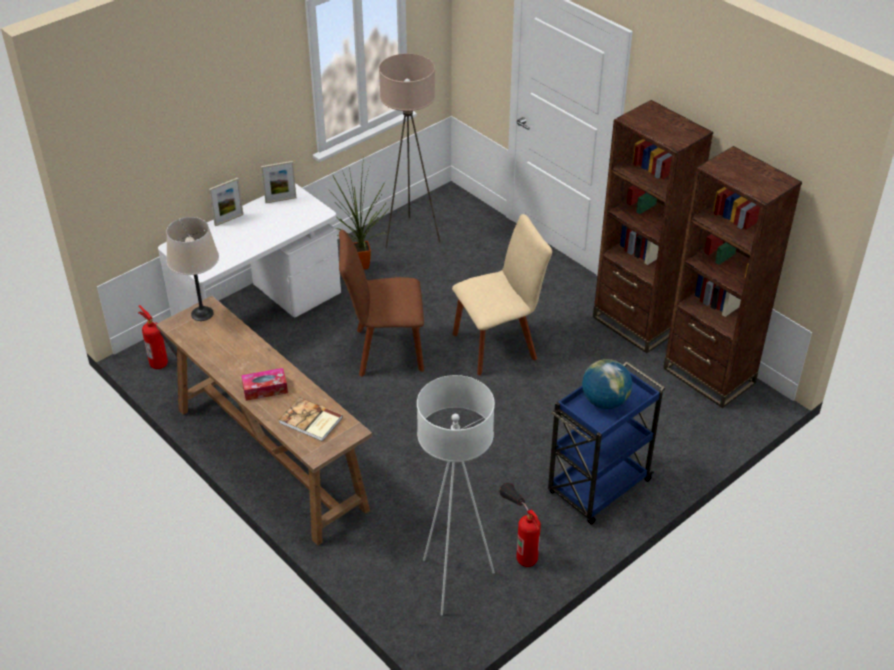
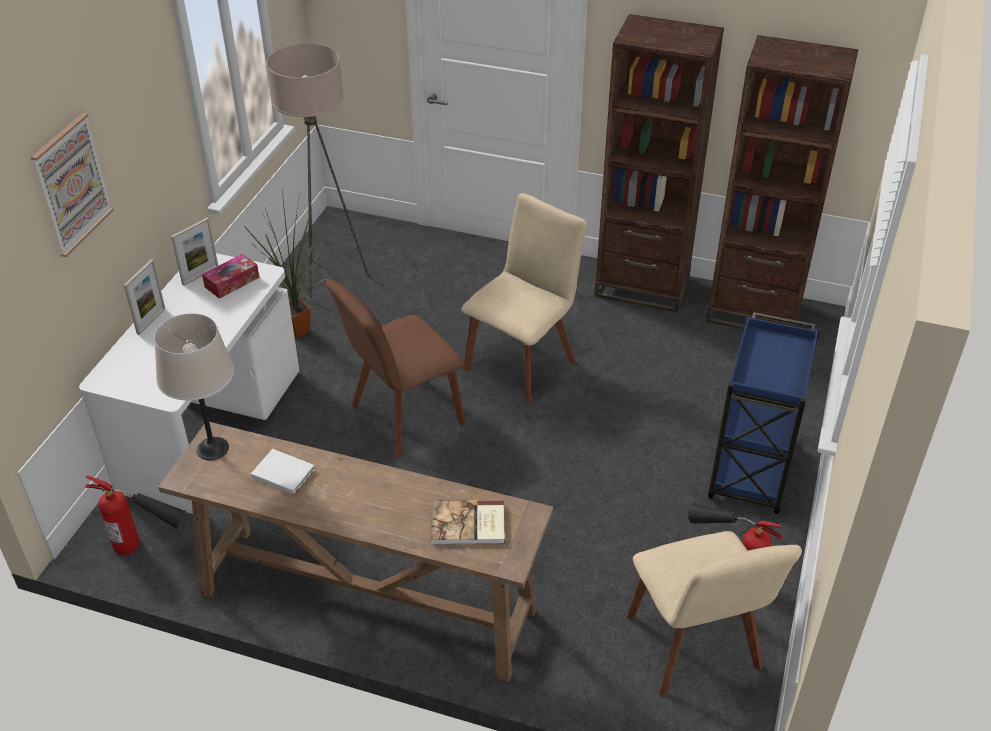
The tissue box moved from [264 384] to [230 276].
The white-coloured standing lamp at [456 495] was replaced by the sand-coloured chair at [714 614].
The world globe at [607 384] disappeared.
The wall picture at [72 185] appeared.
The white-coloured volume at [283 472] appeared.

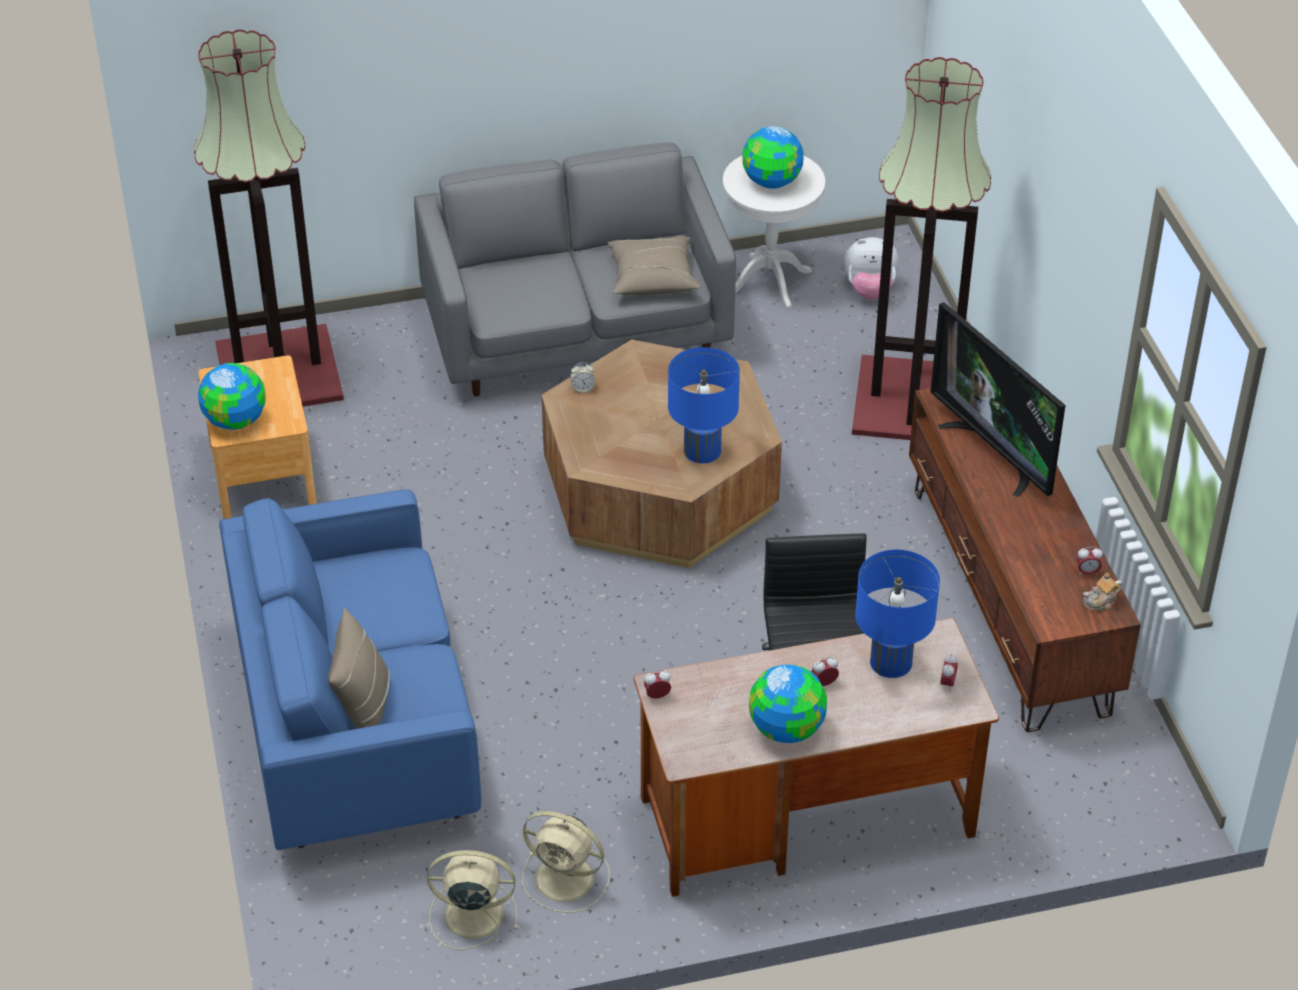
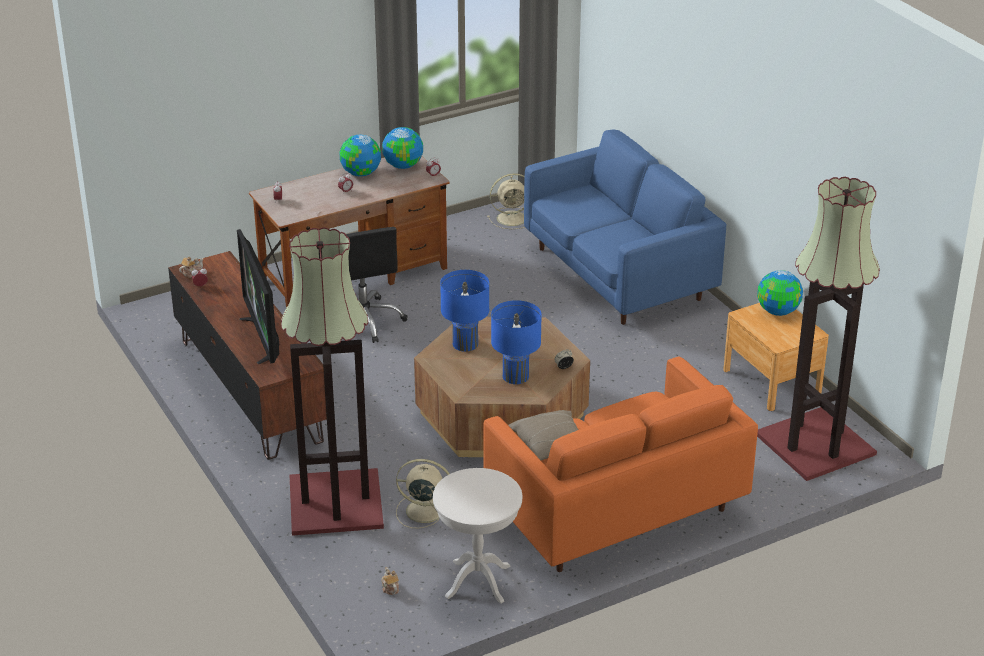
The sand-coloured throw pillow at [359 668] disappeared.
The gray couch at [575 269] became the orange-coloured couch at [620 464].
The sand-coloured cooling fan moved from [566 862] to [423 494].
The world globe moved from [773 157] to [402 148].
The soft toy at [872 268] was replaced by the pot for tea at [390 581].
The blue tabletop lamp moved from [897 614] to [516 342].
The television at [997 399] turned 150 degrees counterclockwise.

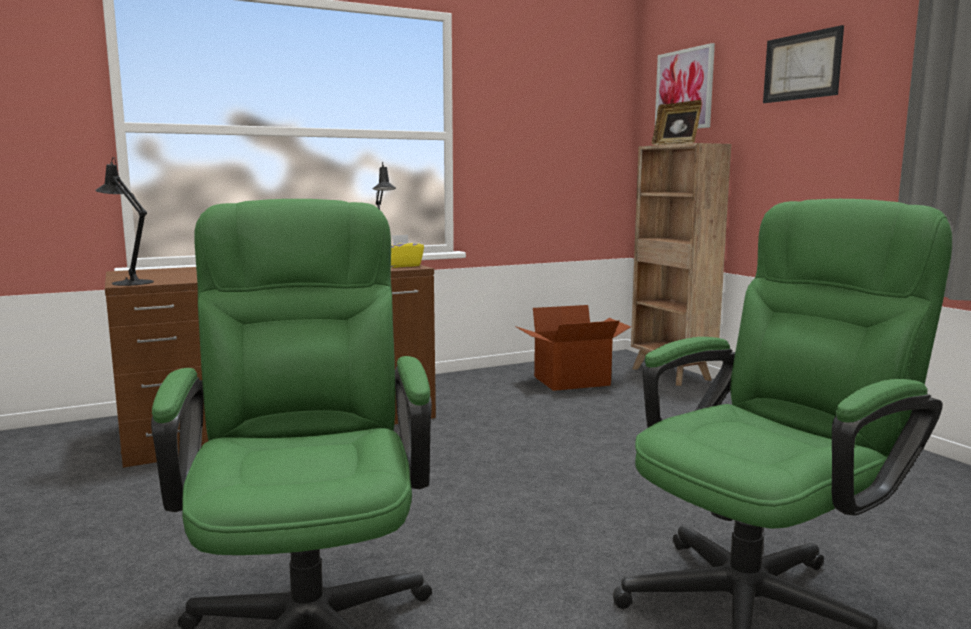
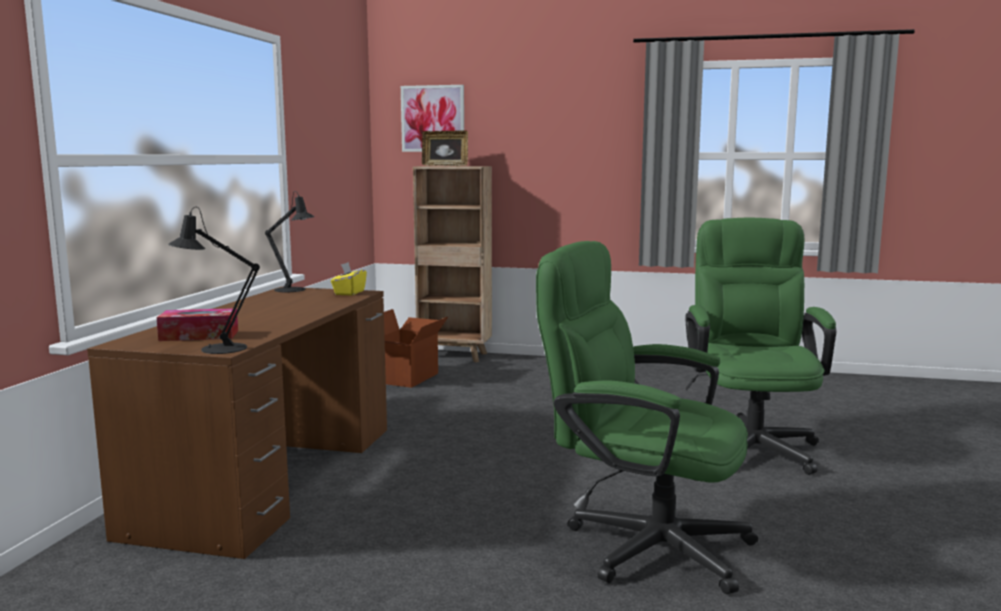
The wall picture at [803 64] disappeared.
The tissue box at [197 324] appeared.

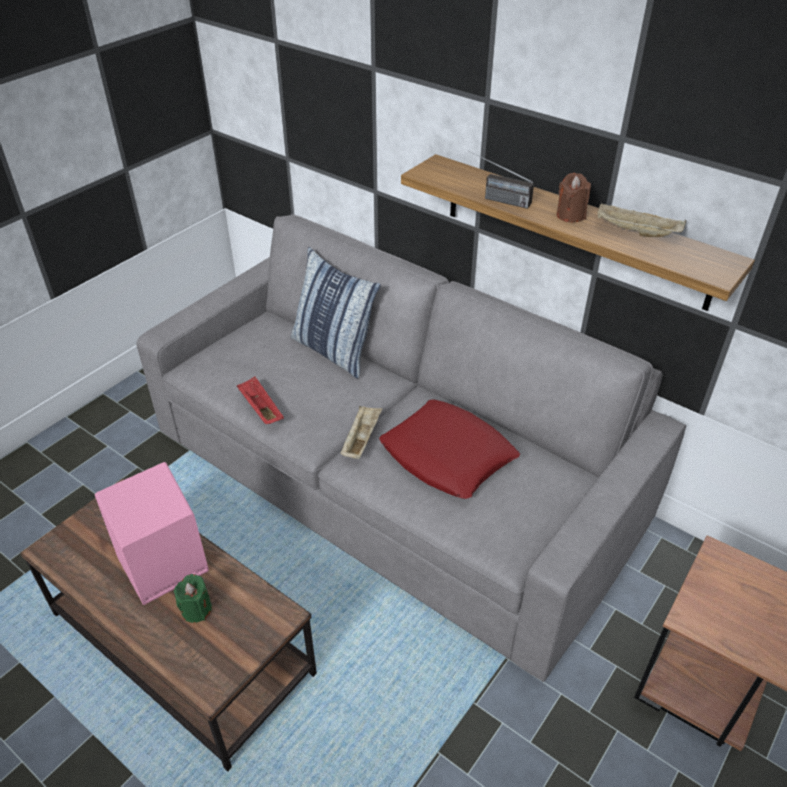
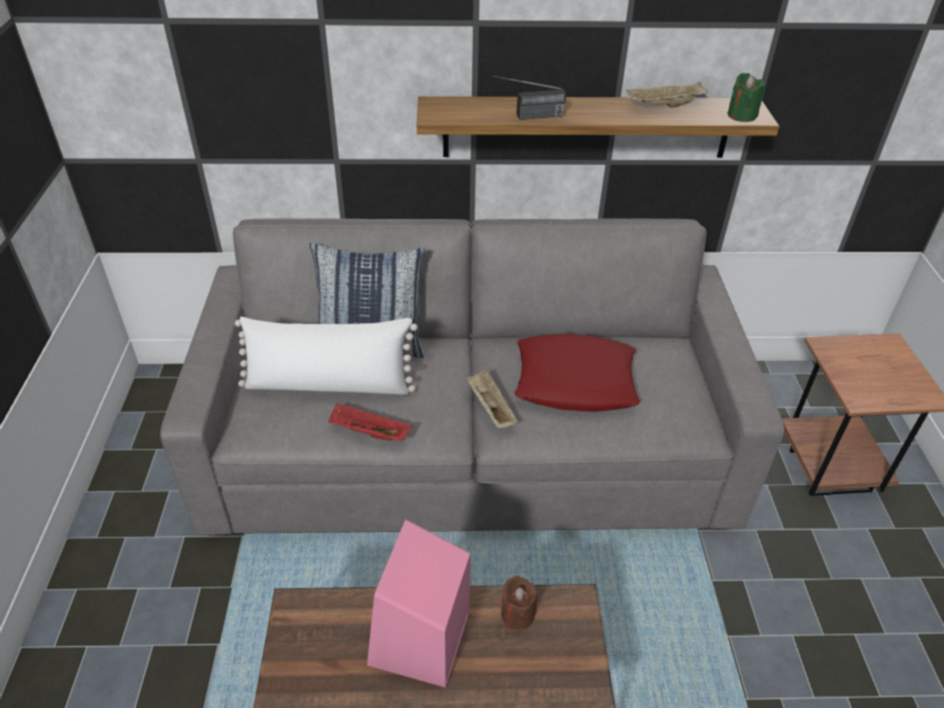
The greenish candle moved from [193 598] to [746 97].
The brown-coloured candle moved from [574 197] to [519 603].
The white-coloured throw pillow at [326 356] appeared.

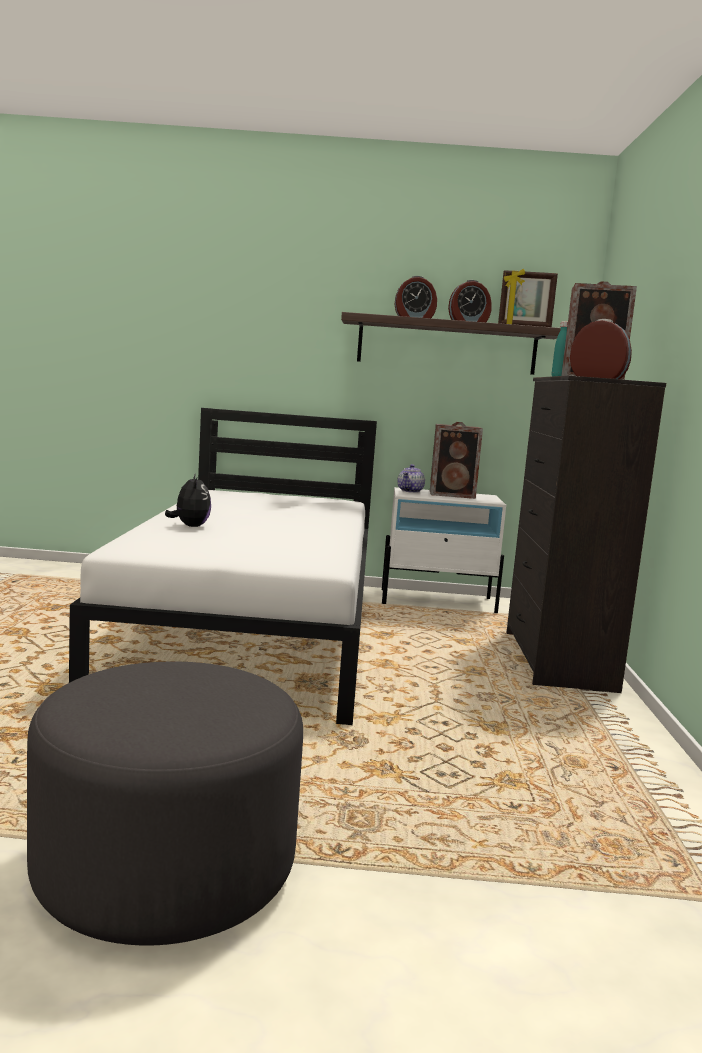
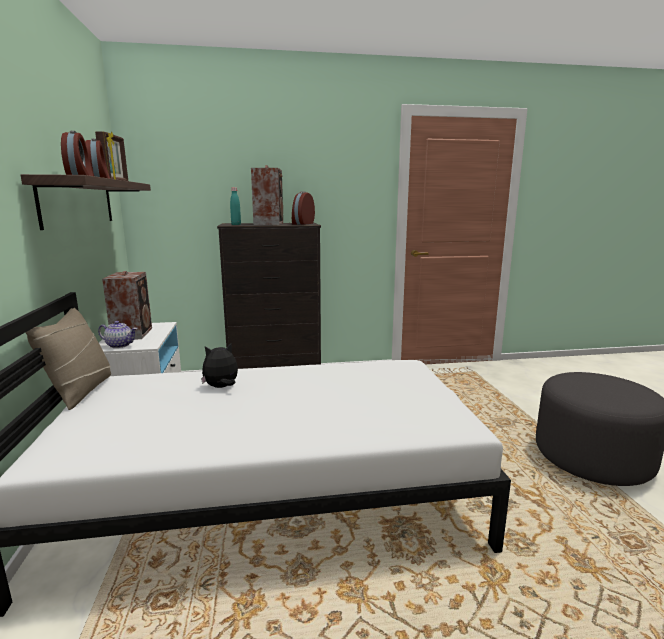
The soft toy moved from [188 500] to [219 365].
The sand-coloured throw pillow at [68 359] appeared.

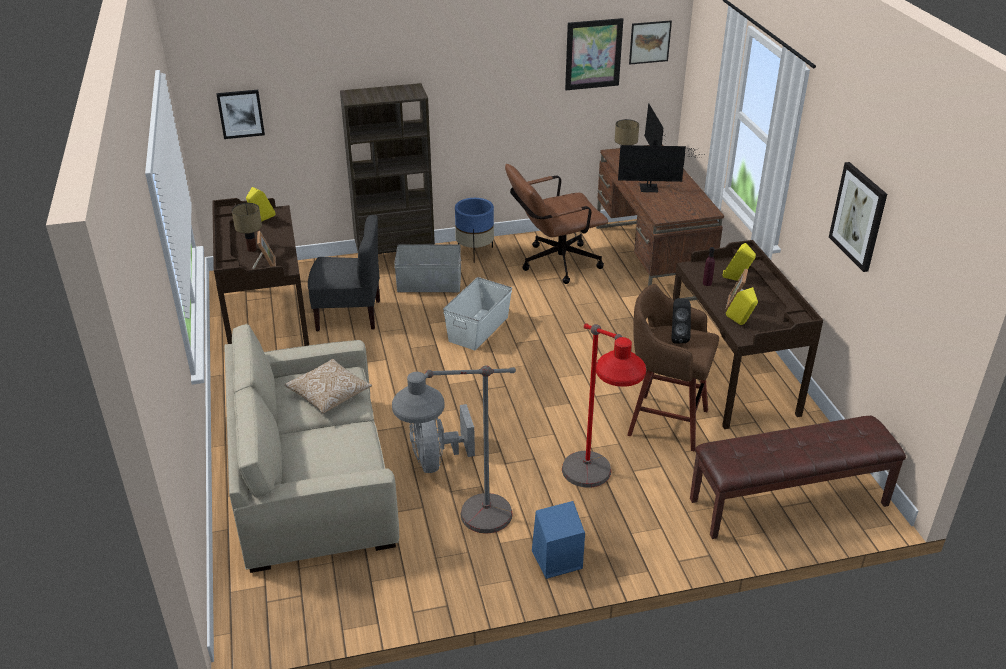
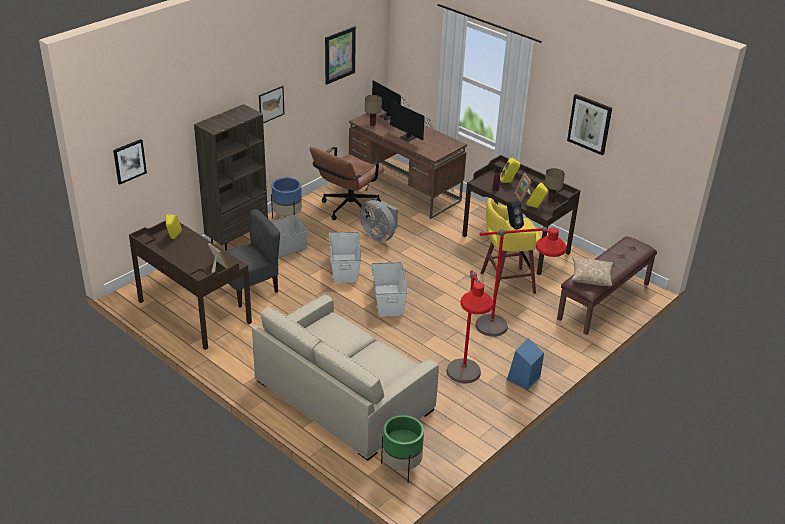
The tabletop lamp moved from [247 227] to [554 185].
The throw pillow moved from [328 386] to [592 271].
The gray standing lamp at [454 449] became the red-coloured standing lamp at [470 327].
The gray cooling fan moved from [442 438] to [378 221].
The monitor at [662 168] turned 75 degrees clockwise.
The brown-coloured stool seat at [673 368] became the yellow stool seat at [511 247].
The wall picture moved from [650 42] to [272 104].
The white-coloured storage box at [389 289] appeared.
The greenish plant pot at [402 449] appeared.

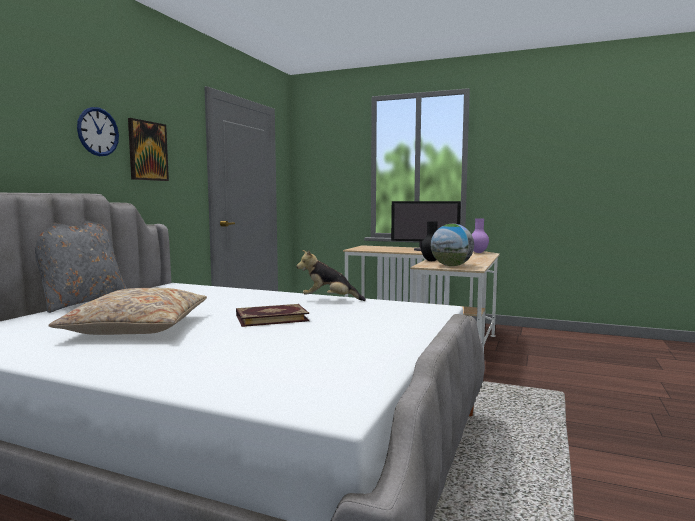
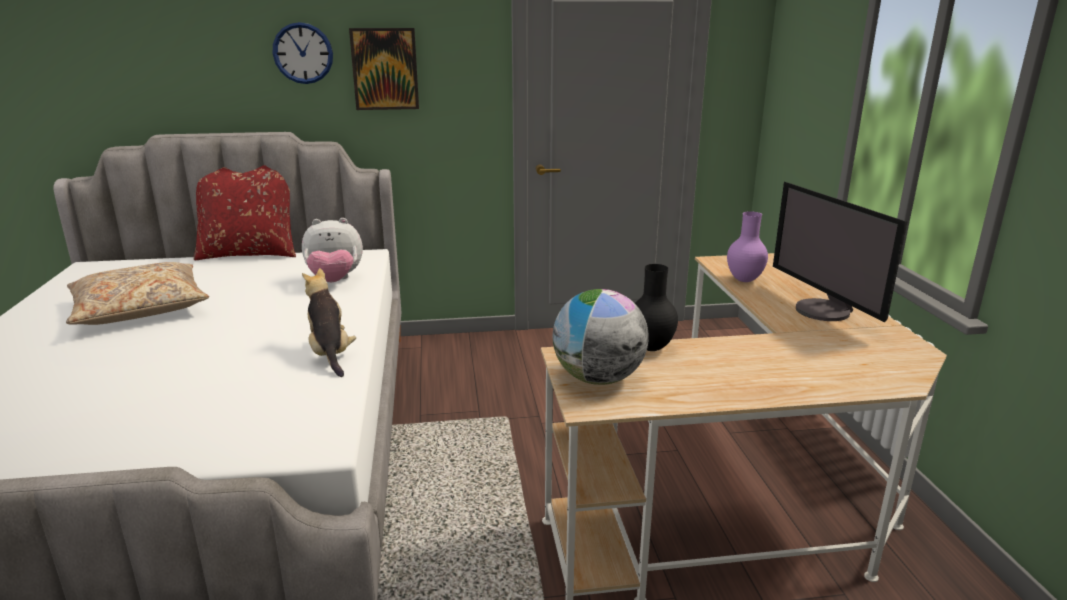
The gray throw pillow at [81 267] became the red-coloured throw pillow at [244 212].
The volume at [272 315] disappeared.
The purple-coloured vase moved from [480 235] to [747 246].
The soft toy at [332 250] appeared.

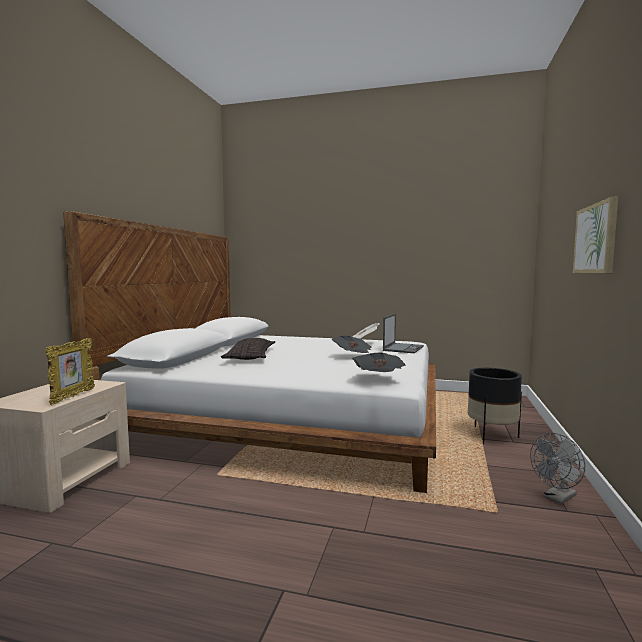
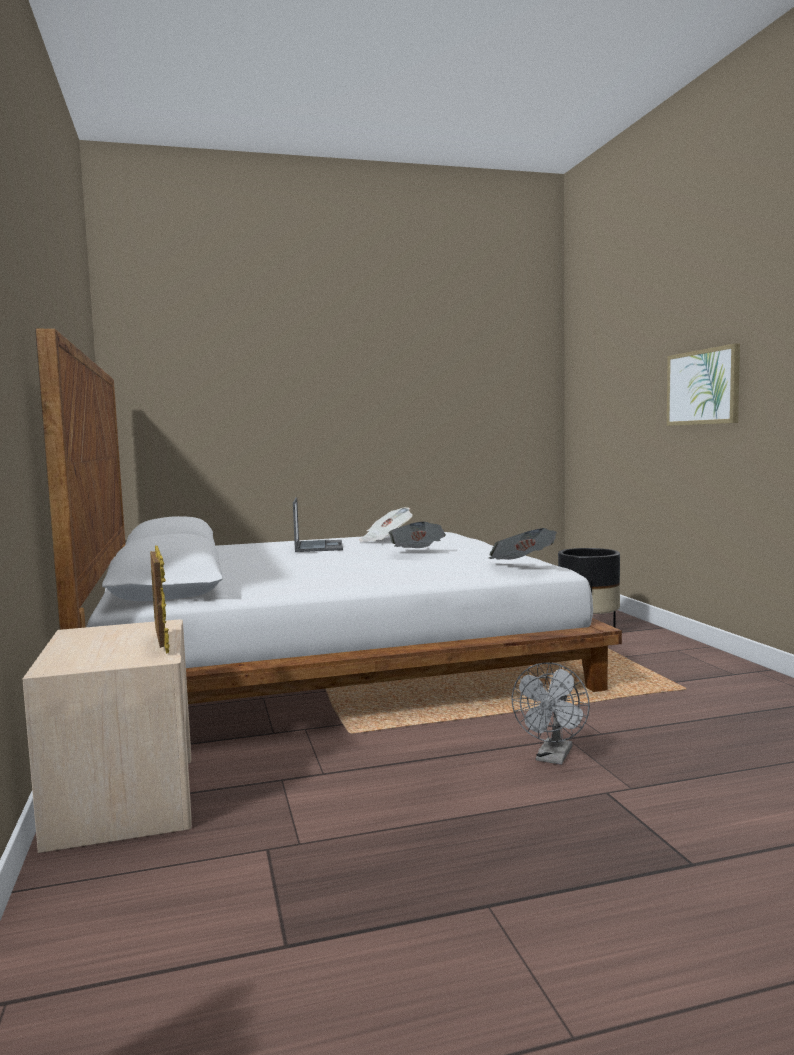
The throw pillow at [248 349] disappeared.
The notebook computer moved from [403 333] to [318 524].
The gray cooling fan moved from [557 468] to [550 713].

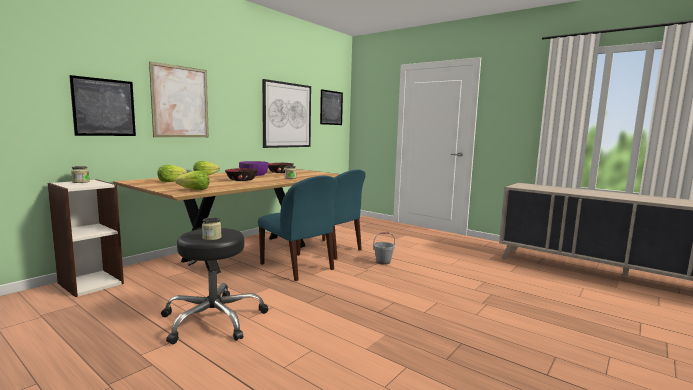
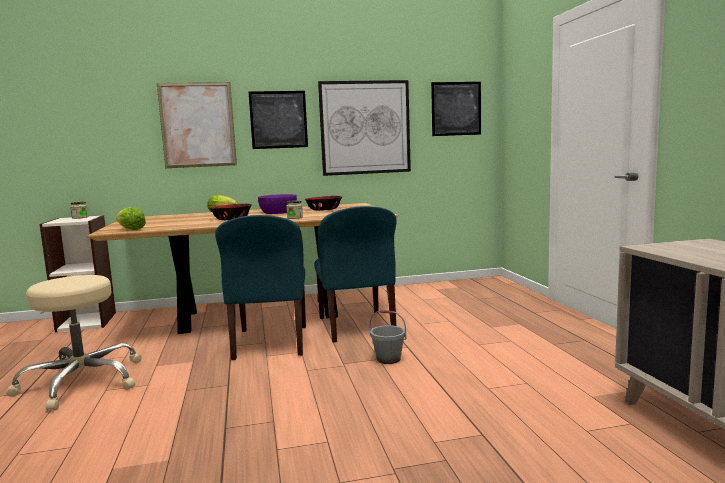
The wall picture moved from [102 105] to [278 120].
The head of lettuce at [172 173] disappeared.
The blackish stool seat at [214 286] became the sand-coloured stool seat at [74 343].
The storage jar at [212 228] disappeared.

